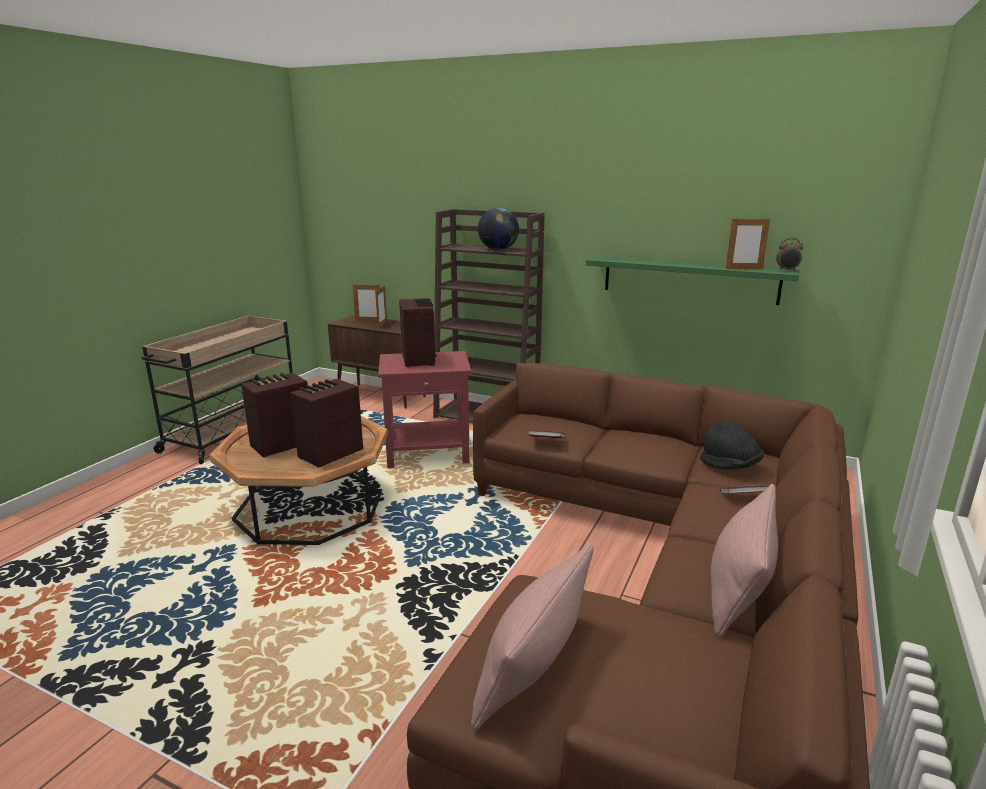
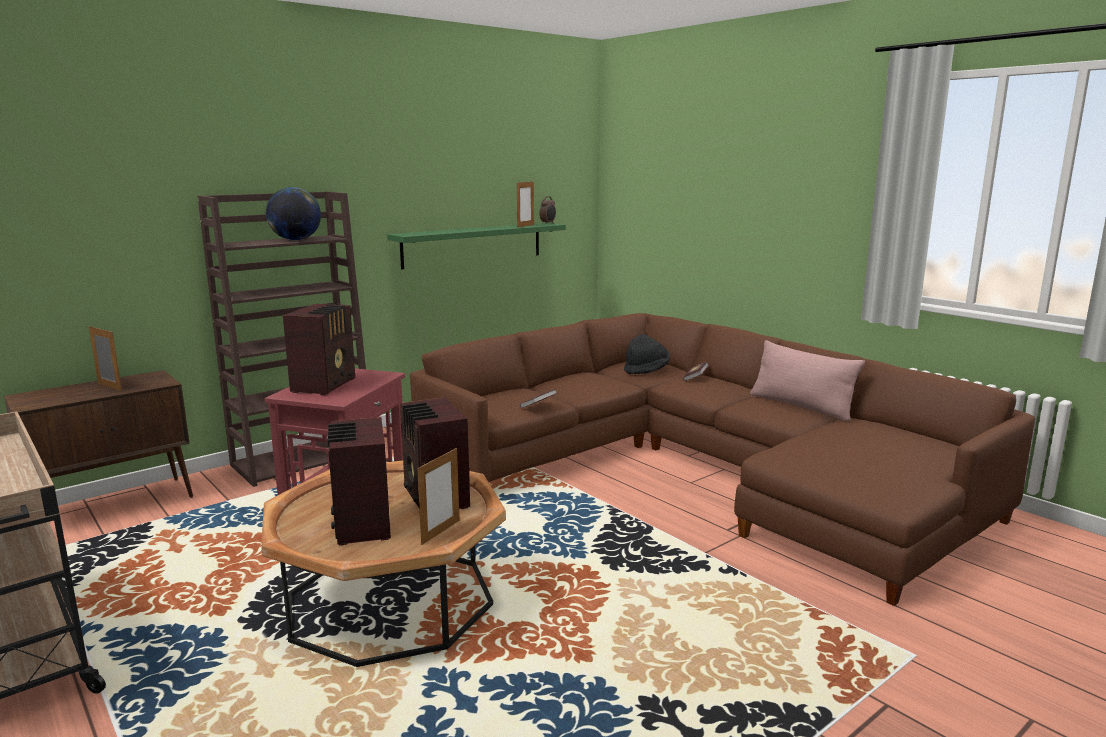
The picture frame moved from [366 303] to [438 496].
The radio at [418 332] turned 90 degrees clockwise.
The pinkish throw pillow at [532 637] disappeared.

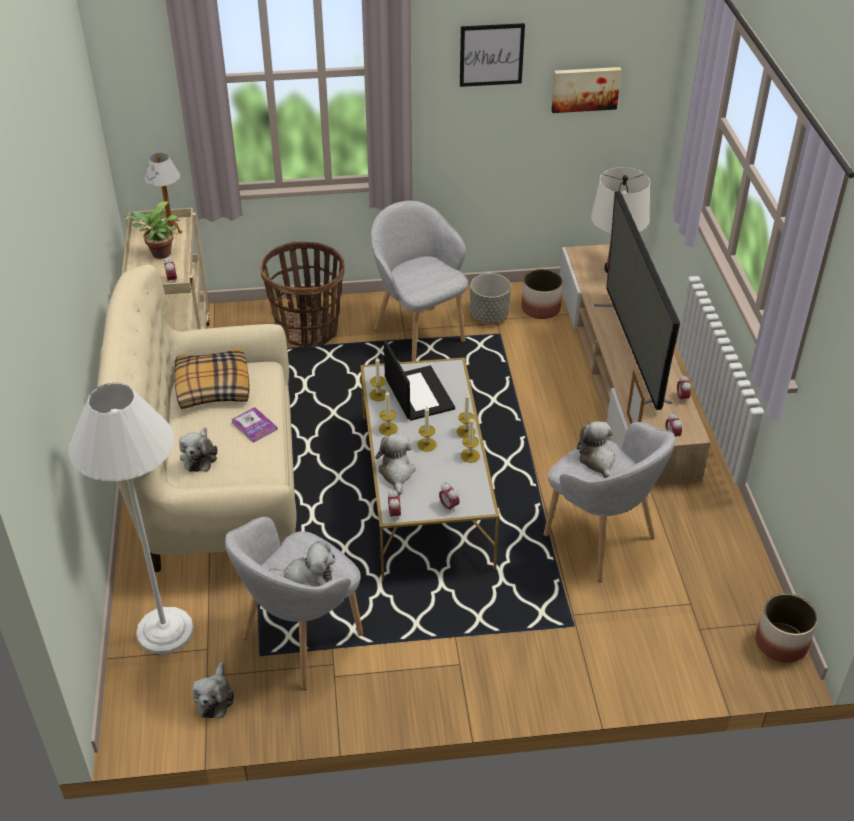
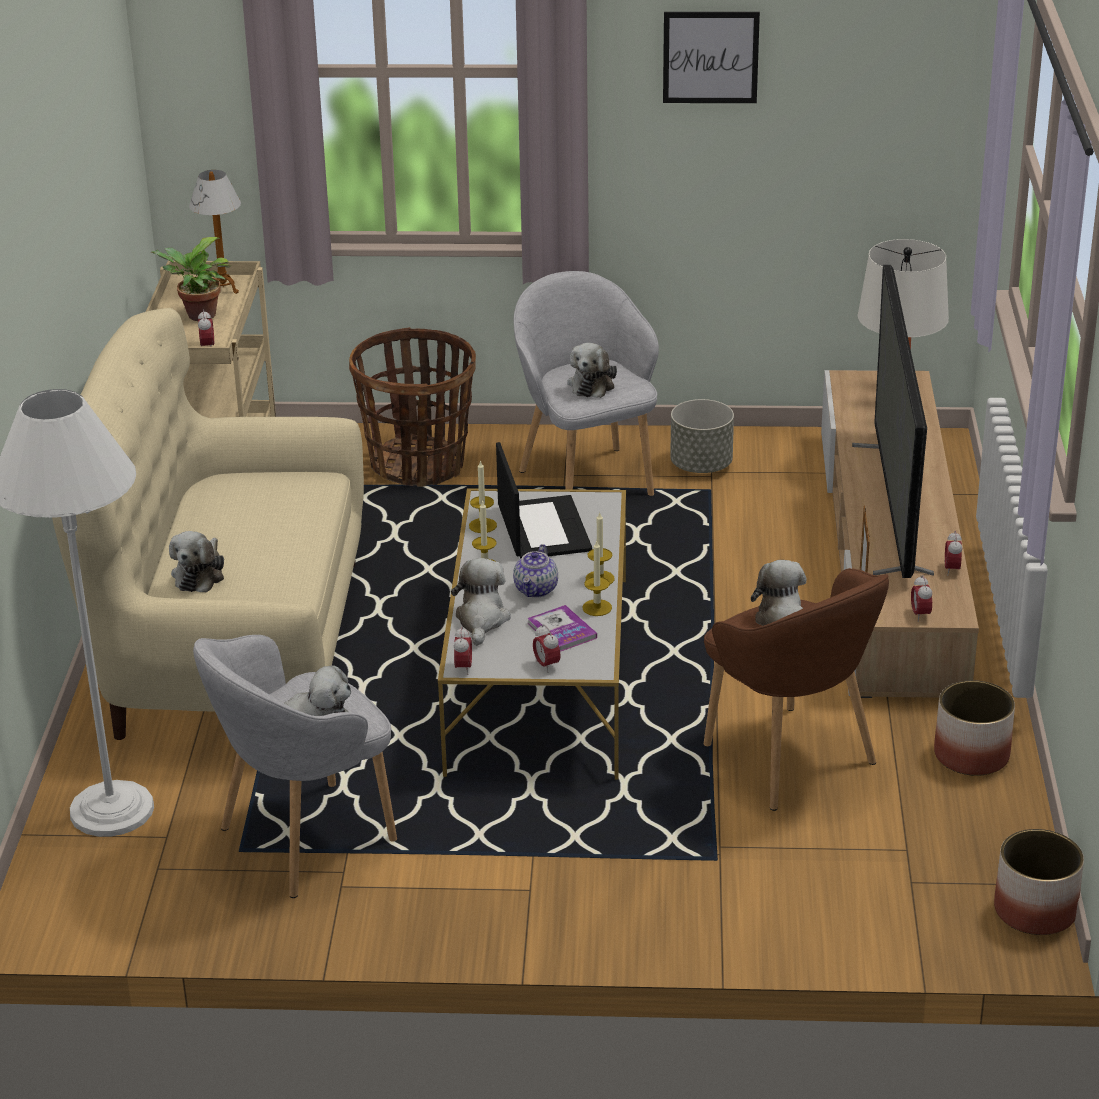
The throw pillow at [212 378] disappeared.
The soft toy moved from [213 690] to [592 370].
The volume moved from [254 425] to [562 628].
The candle at [427 429] was replaced by the pot for tea at [535 571].
The plant pot moved from [542 294] to [974 728].
The gray armchair at [609 502] became the brown-coloured armchair at [796 689].
The wall picture at [586 90] disappeared.

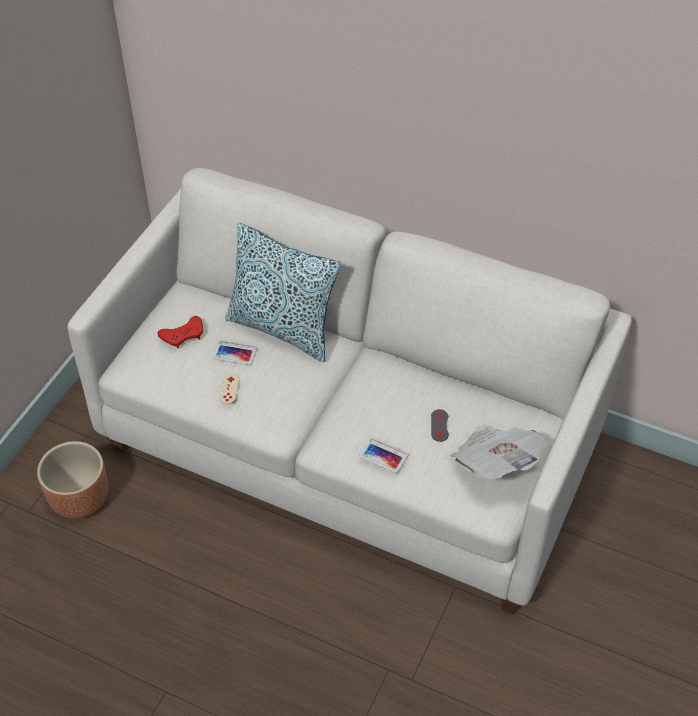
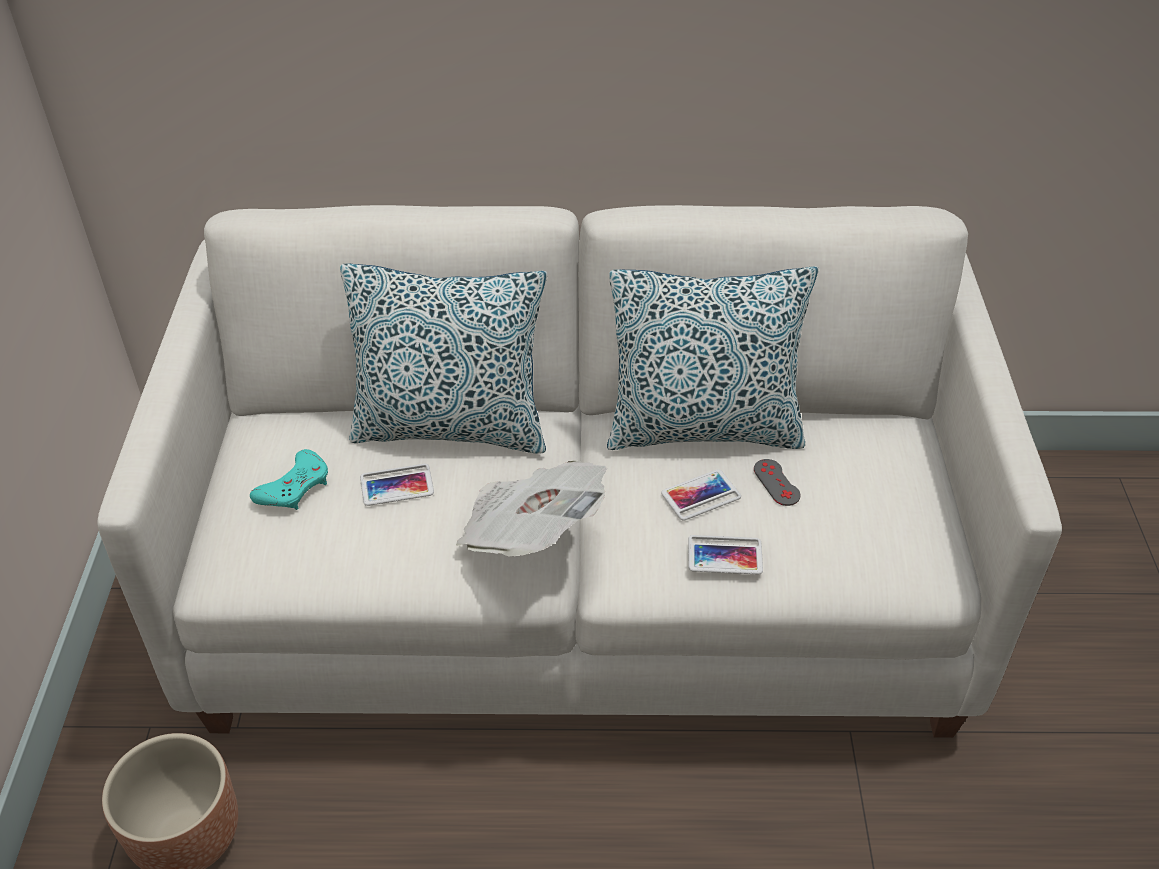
The red-coloured gamepad at [180 332] became the blue-green gamepad at [289 479].
The sand-coloured gamepad at [229 389] disappeared.
The newspaper moved from [499 452] to [531 508].
The throw pillow at [713 358] appeared.
The telephone at [701 495] appeared.

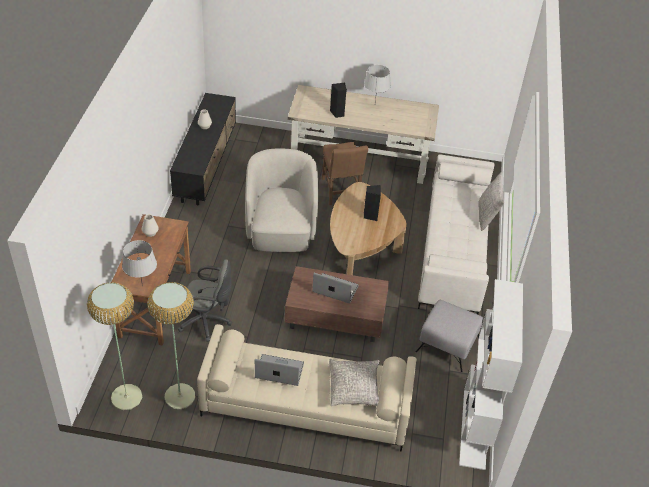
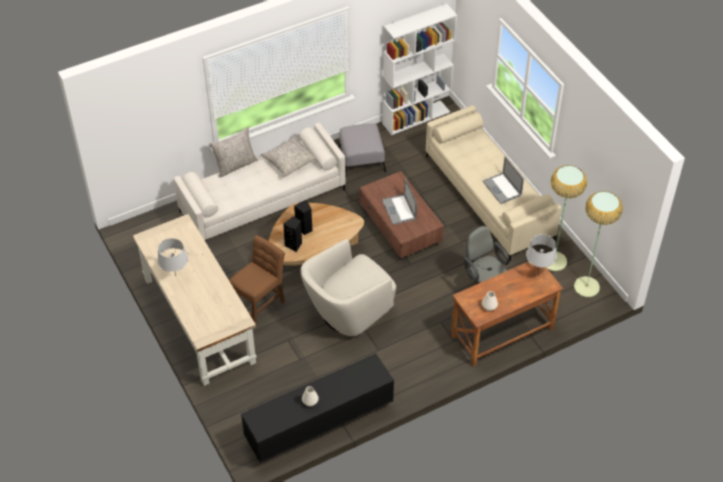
The gray throw pillow moved from [354 382] to [288 156].
The blackish speaker moved from [338 100] to [292 234].

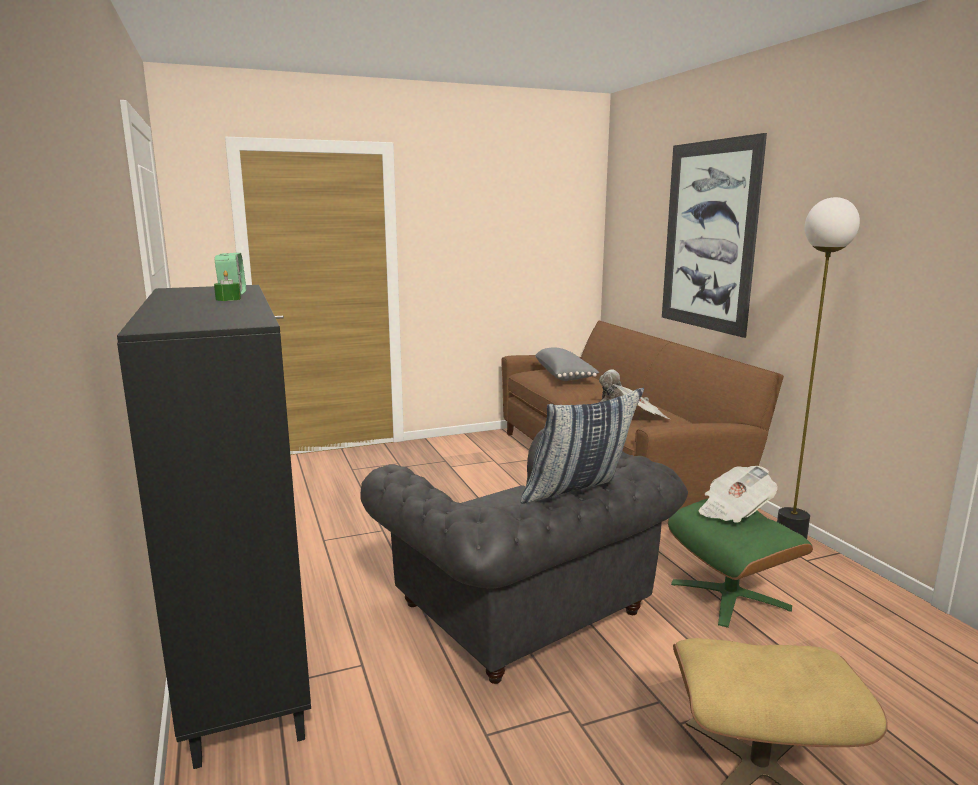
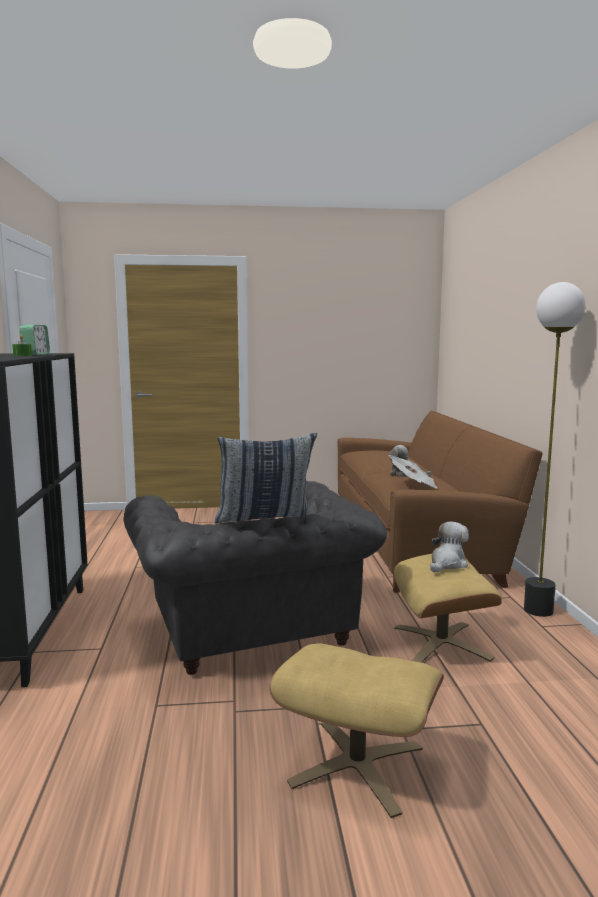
The gray throw pillow at [567 364] disappeared.
The wall picture at [714 235] disappeared.
The greenish pouffe at [740 563] became the sand-coloured pouffe at [448 608].
The newspaper at [738 494] was replaced by the soft toy at [449 546].

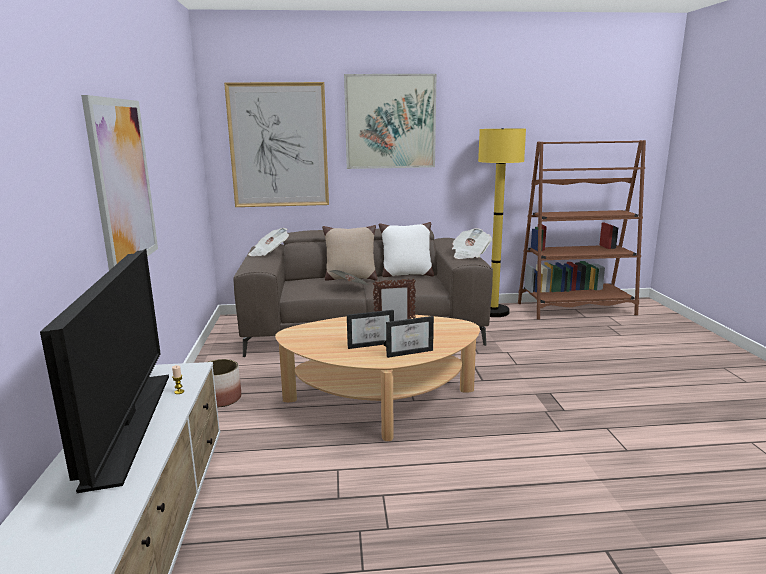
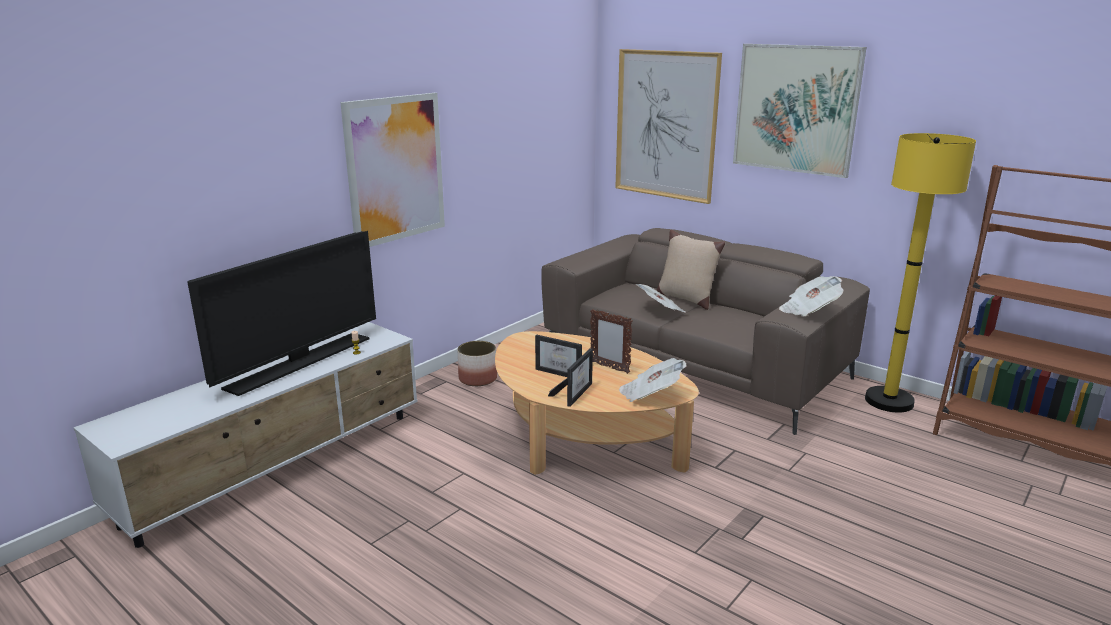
The newspaper moved from [268 242] to [653 380].
The white-coloured throw pillow at [406 249] disappeared.
The picture frame at [409 337] turned 90 degrees counterclockwise.

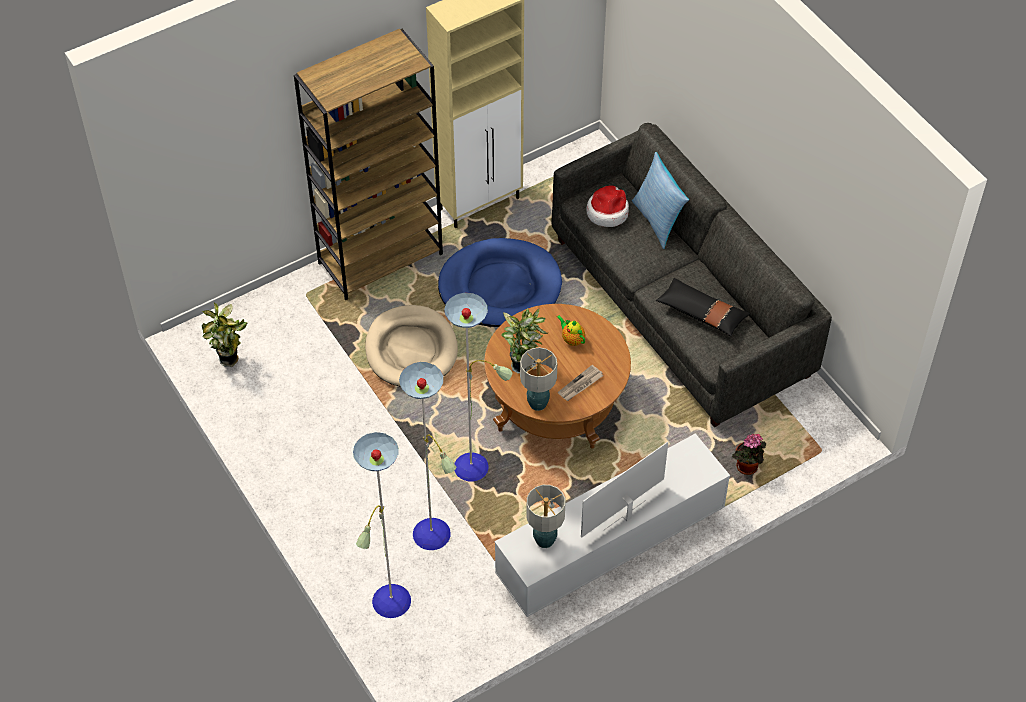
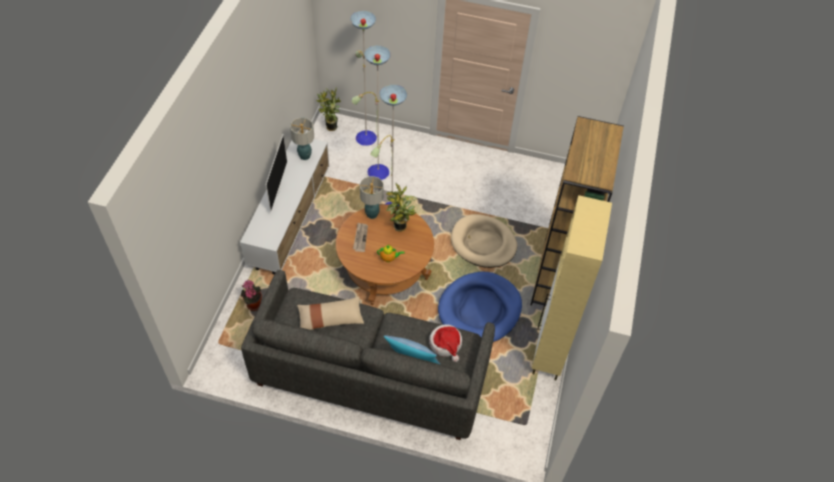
The houseplant moved from [224 334] to [328 109].
The blackish throw pillow at [703 307] became the sand-coloured throw pillow at [330 313].

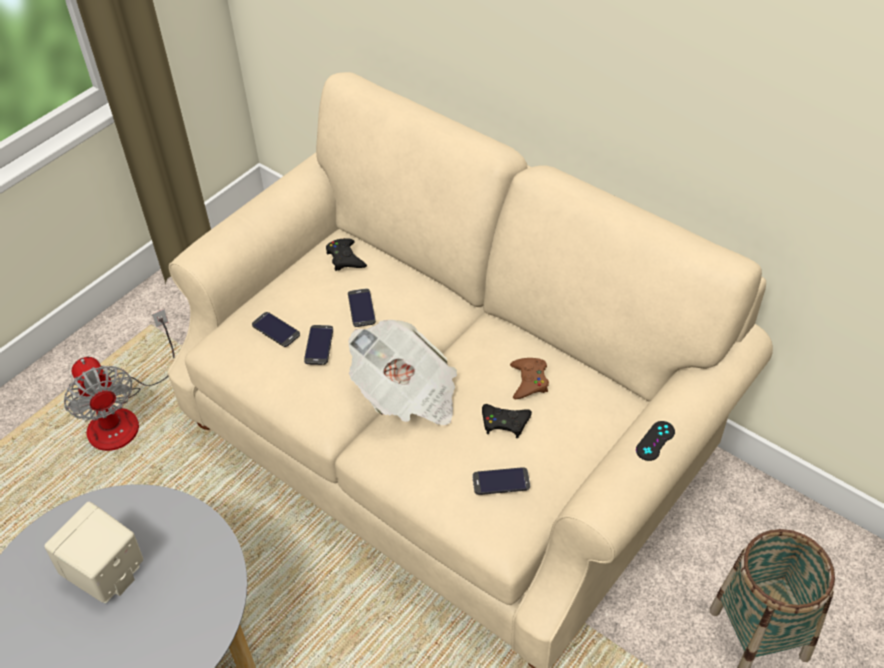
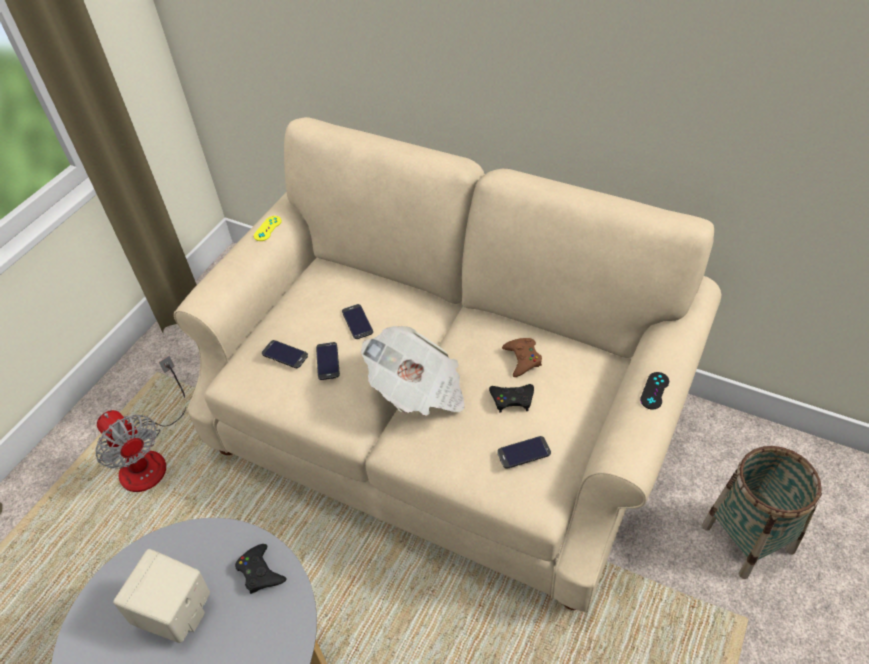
The blackish gamepad moved from [346 254] to [261 569].
The yellow gamepad at [267 228] appeared.

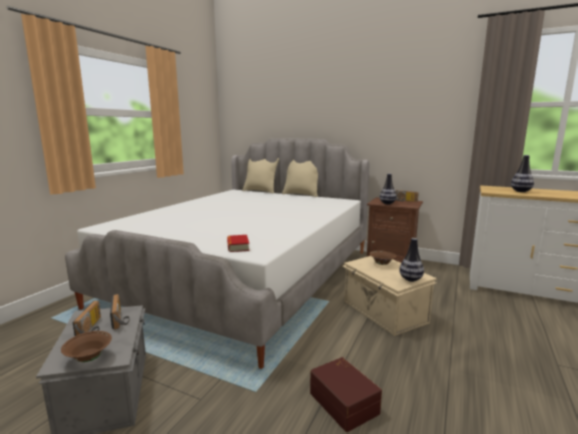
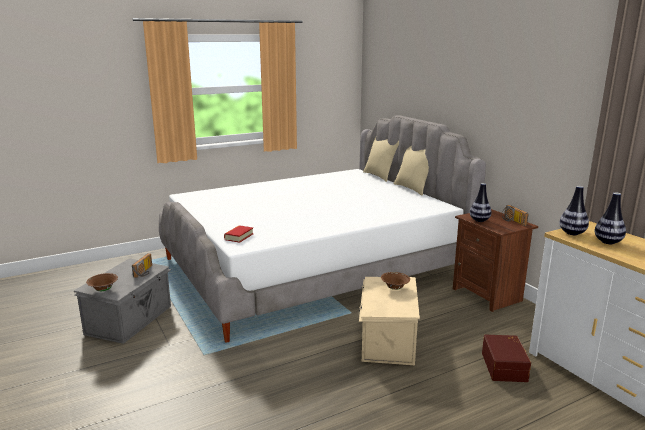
The radio at [86 318] disappeared.
The brown-coloured storage box moved from [346 394] to [506 358].
The vase moved from [411 260] to [574 210].

